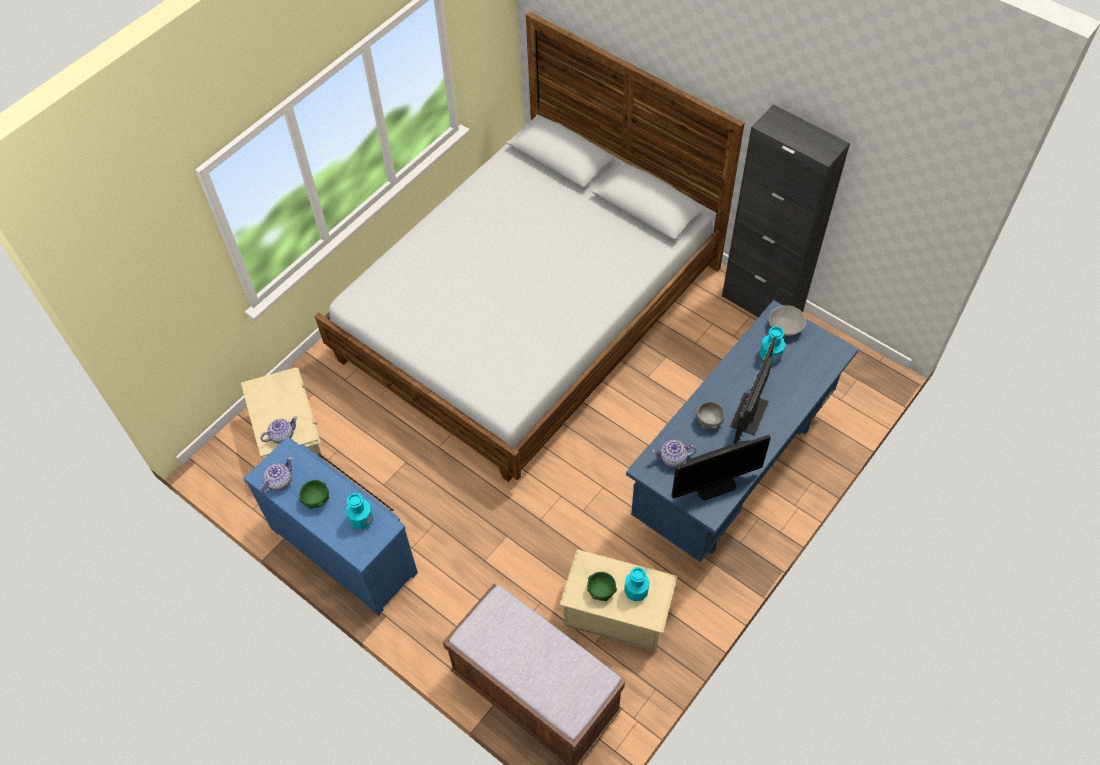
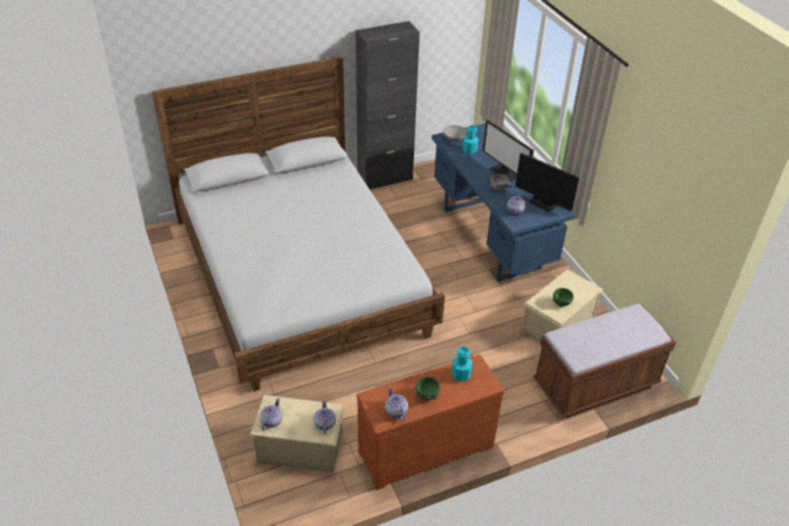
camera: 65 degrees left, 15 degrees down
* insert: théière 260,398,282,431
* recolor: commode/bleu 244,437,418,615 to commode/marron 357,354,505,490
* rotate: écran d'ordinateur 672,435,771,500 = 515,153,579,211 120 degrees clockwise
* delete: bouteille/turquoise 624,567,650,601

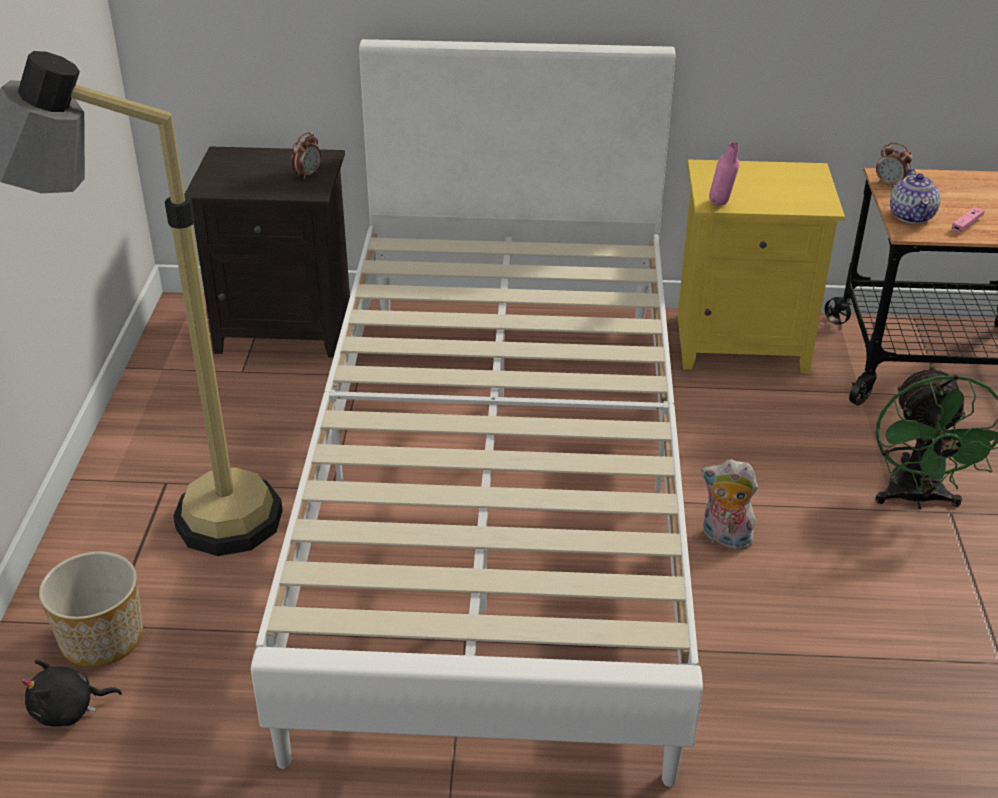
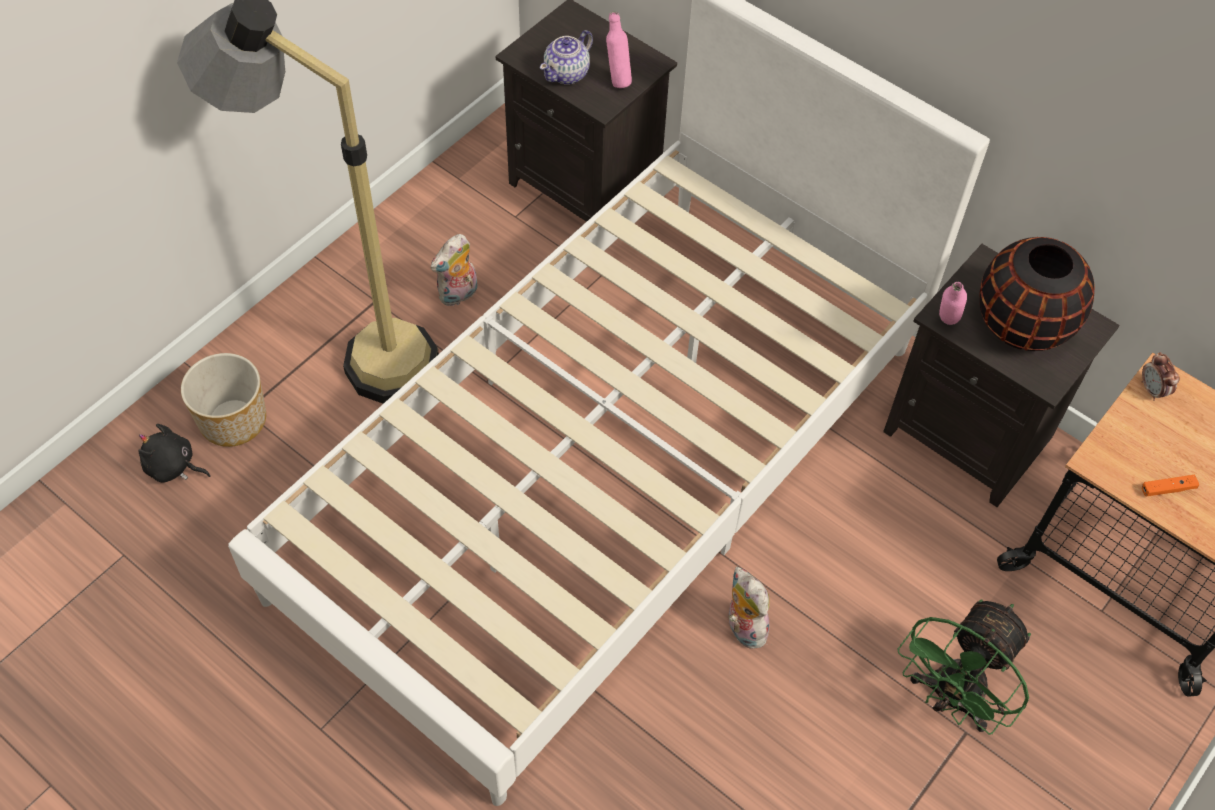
camera: 35 degrees right, 20 degrees up
* insert: peluche 431,234,478,306
* move: théière 890,169,940,224 to 540,30,593,84
* replace: réveil 291,132,321,179 to bouteille/rose 606,12,632,88
* recolor: table de chevet/jaune 677,159,845,374 to table de chevet/noir 883,244,1120,507
* insert: vase/noir 979,237,1095,351
* recolor: manette/rose 952,207,985,234 to manette/orange 1142,475,1199,496

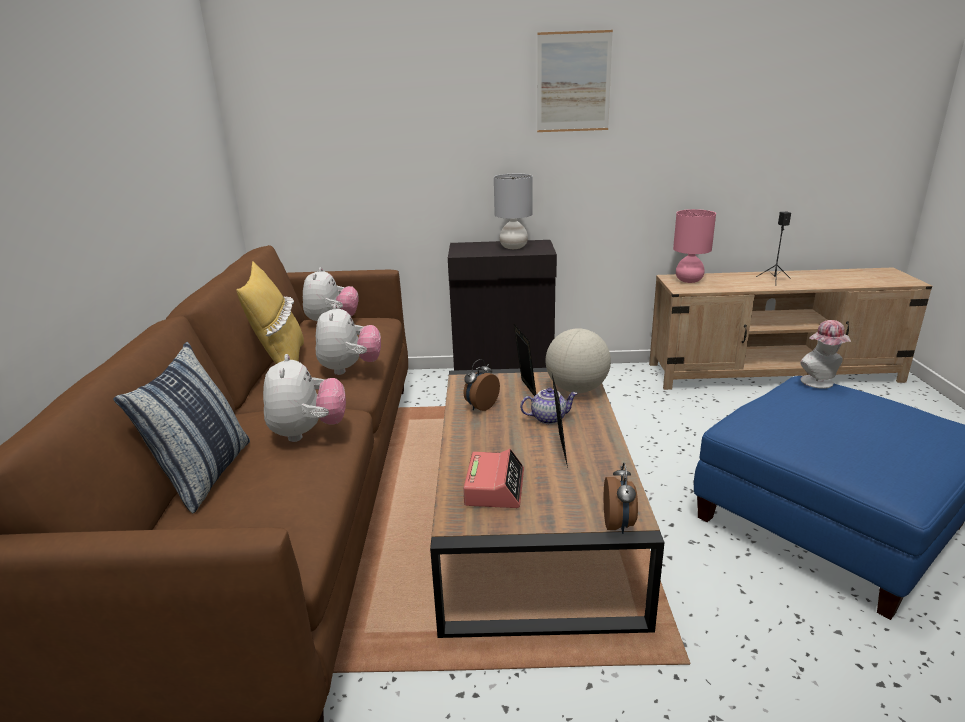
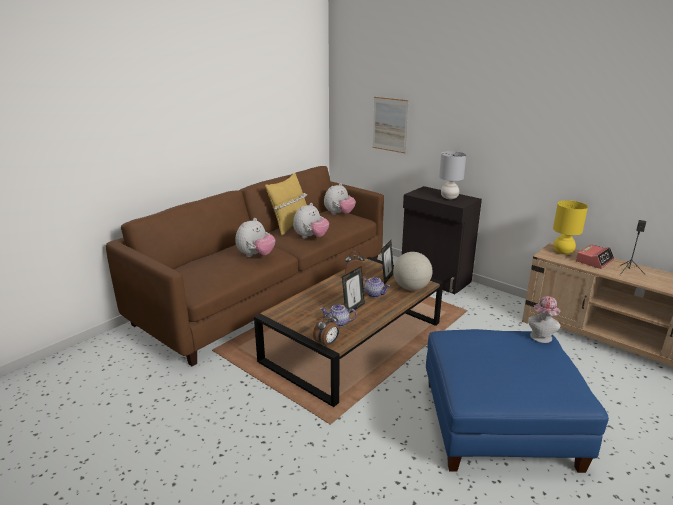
camera: 40 degrees right, 0 degrees up
* insert: théière 320,304,357,327
* move: tableau 537,30,613,132 to 372,97,409,153
* recolor: lampe de table/rose 673,209,716,283 to lampe de table/jaune 553,200,588,254
* move: réveil 463,449,524,508 to 576,244,614,269
* delete: coussin 113,342,250,513

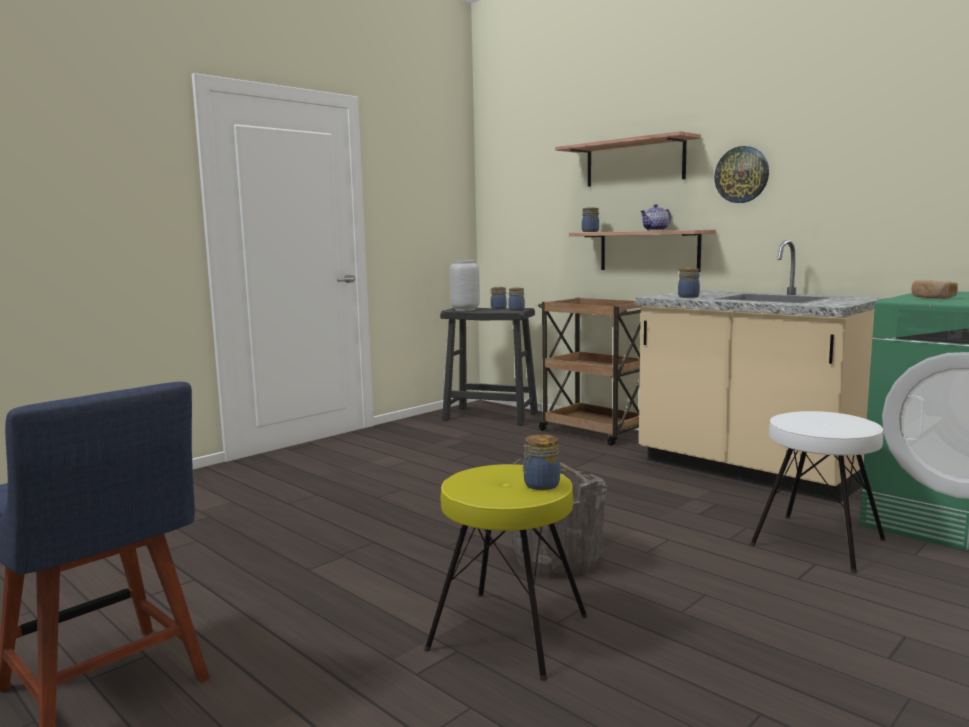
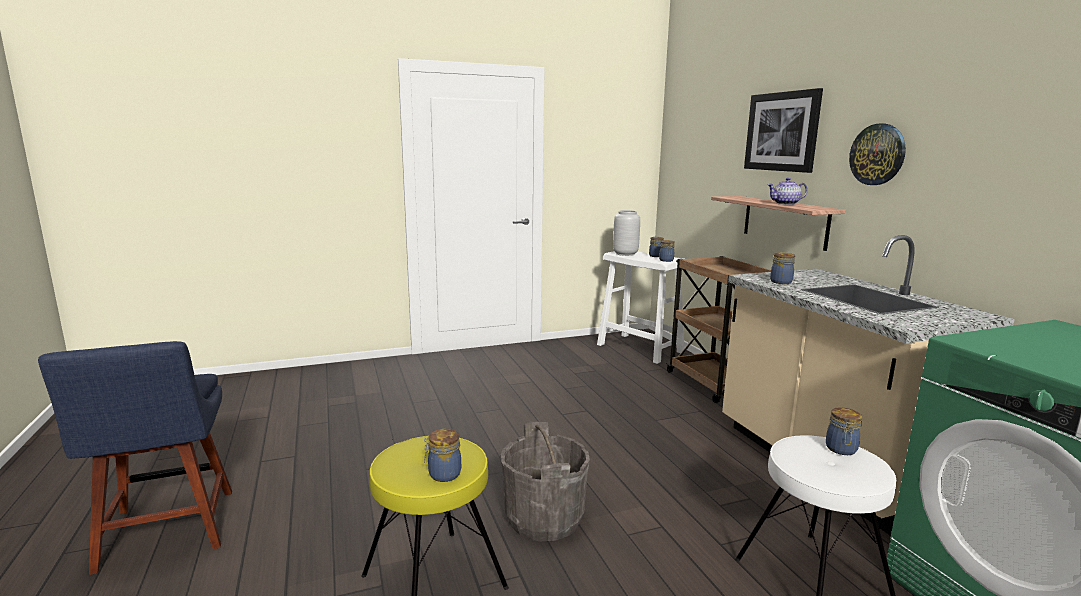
camera: 25 degrees right, 5 degrees up
* recolor: tabouret/noir 440,308,538,426 to tabouret/blanc 597,251,684,364
* replace: étagère 555,131,701,187 to tableau 744,88,823,173
* move: bocal 582,207,599,232 to 826,407,862,455
* delete: pain 912,280,958,299

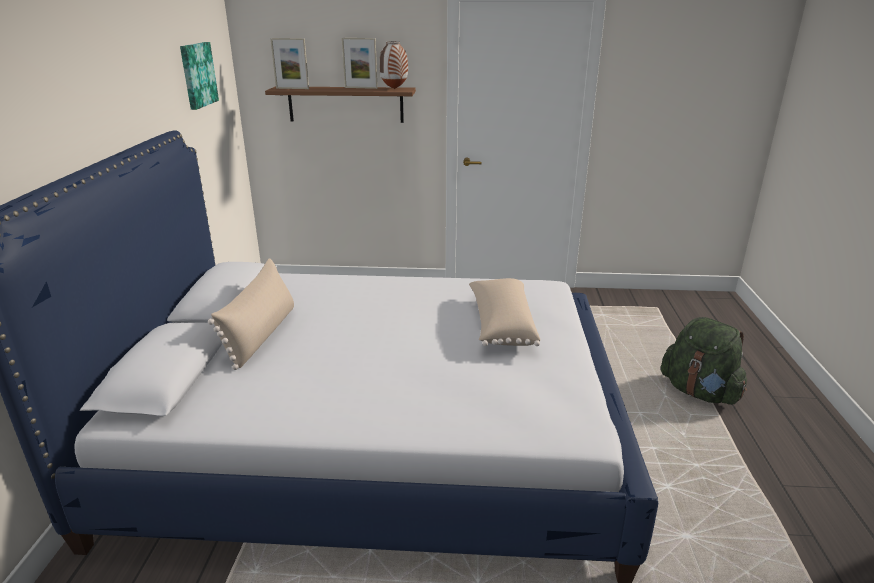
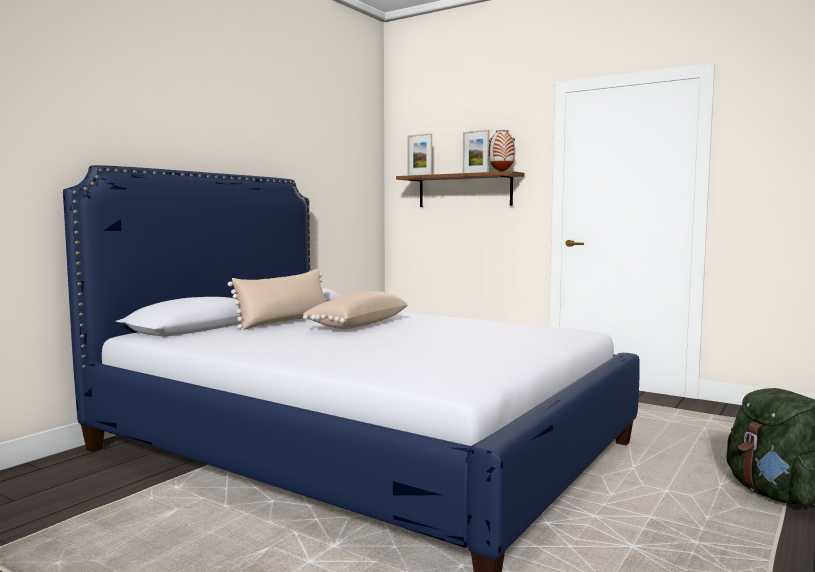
camera: 30 degrees right, 20 degrees down
* move: coussin/beige 469,278,540,346 to 303,291,408,329
* delete: tableau 180,42,219,110

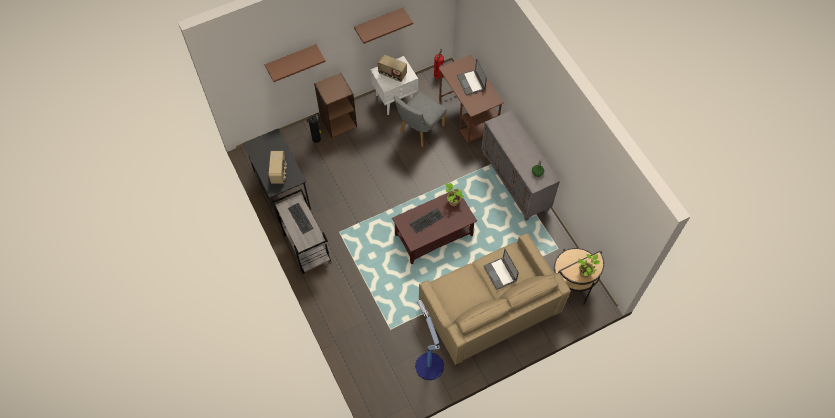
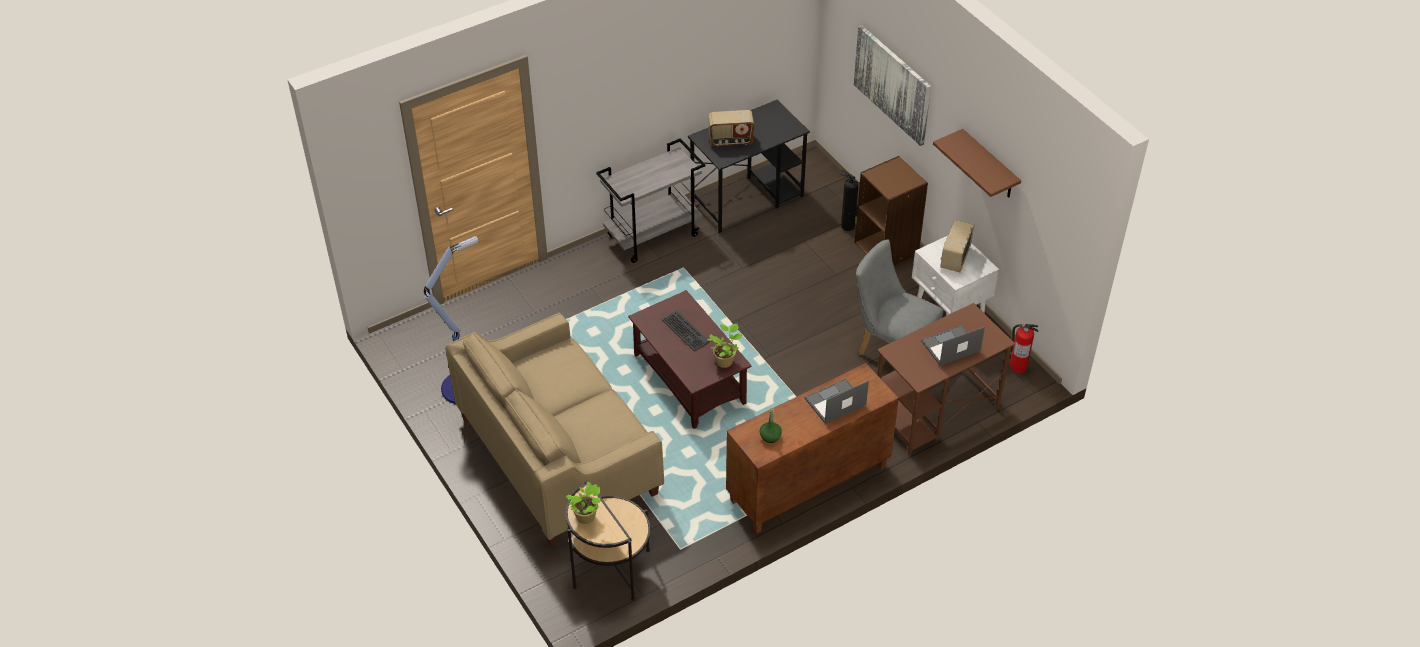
camera: 85 degrees right, 15 degrees down
* recolor: meuble de rangement/gris 481,110,560,221 to meuble de rangement/marron 726,363,899,534
* move: ordinateur portable 483,249,519,290 to 805,378,869,424
* replace: étagère/marron 265,44,326,82 to tableau 854,25,931,146
* delete: clavier 288,202,314,234

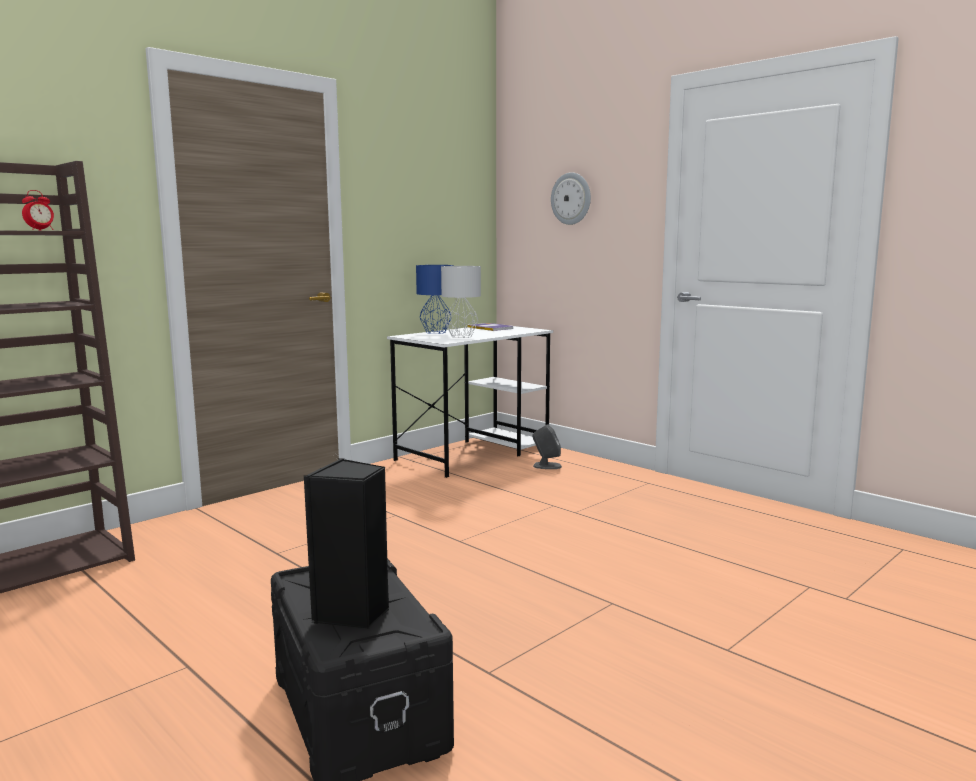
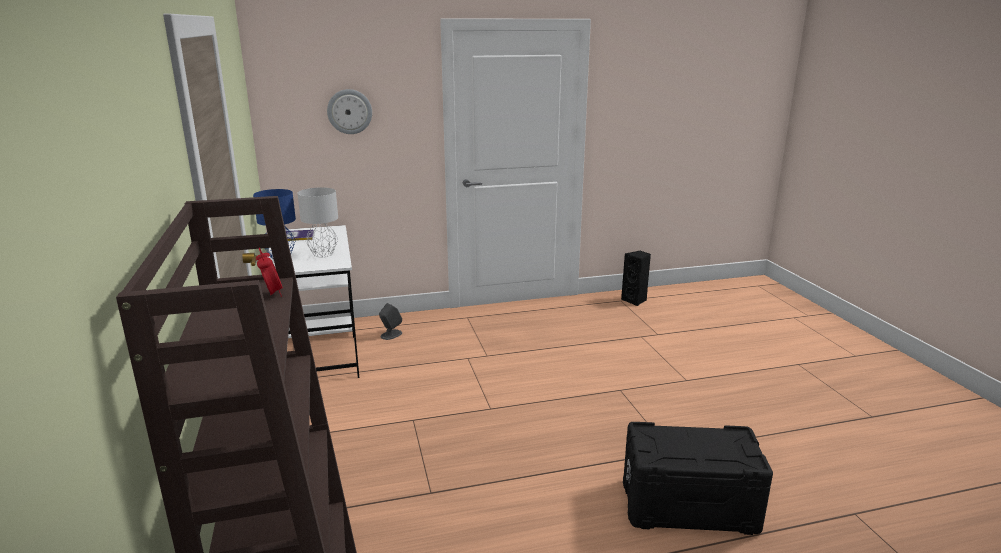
camera: 60 degrees left, 10 degrees up
* move: enceinte/noir 304,458,390,628 to 621,251,651,306

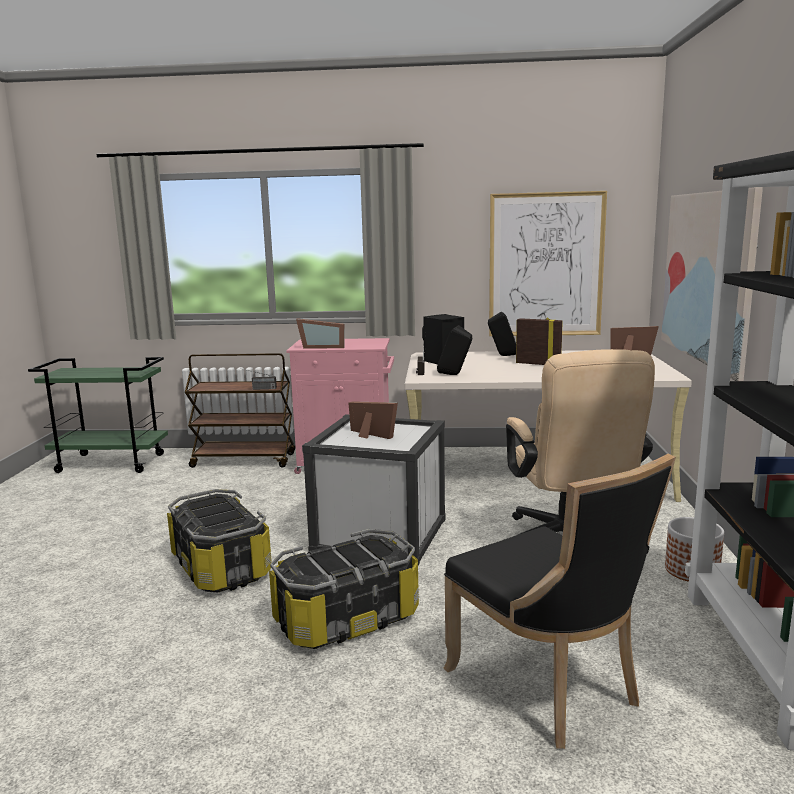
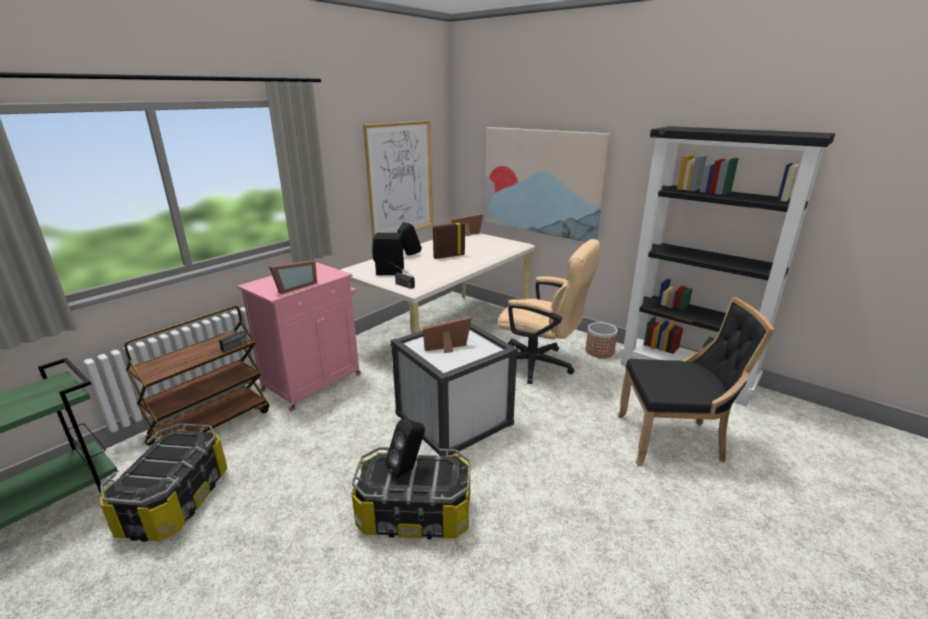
camera: 55 degrees left, 10 degrees up
* move: boîte de rangement 269,529,419,649 to 99,423,228,542
* move: enceinte/noir 437,325,472,375 to 386,418,425,479

